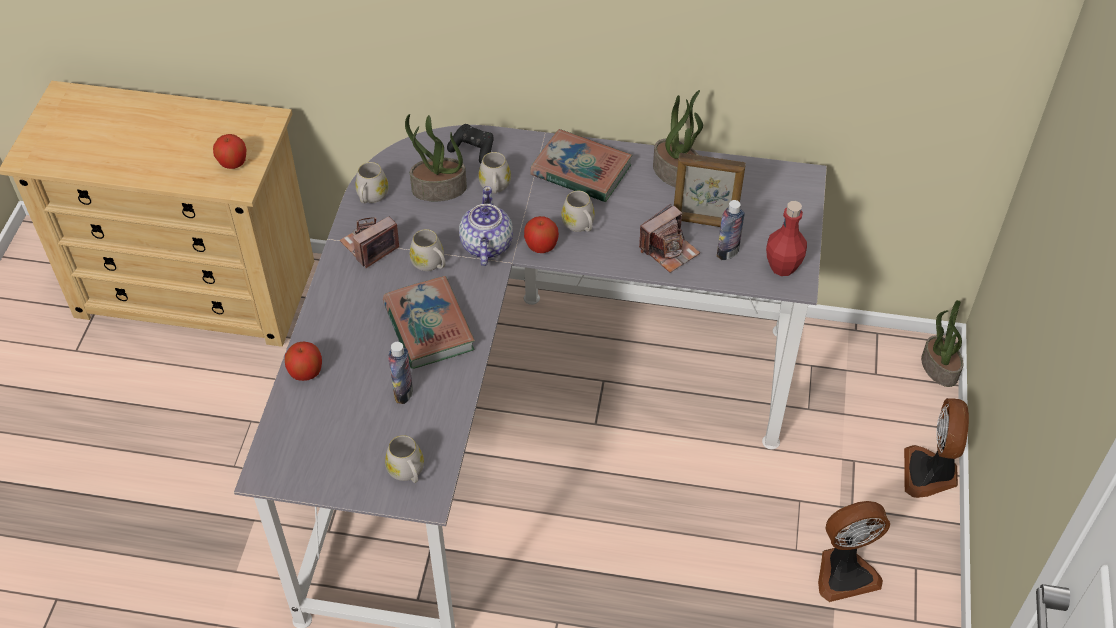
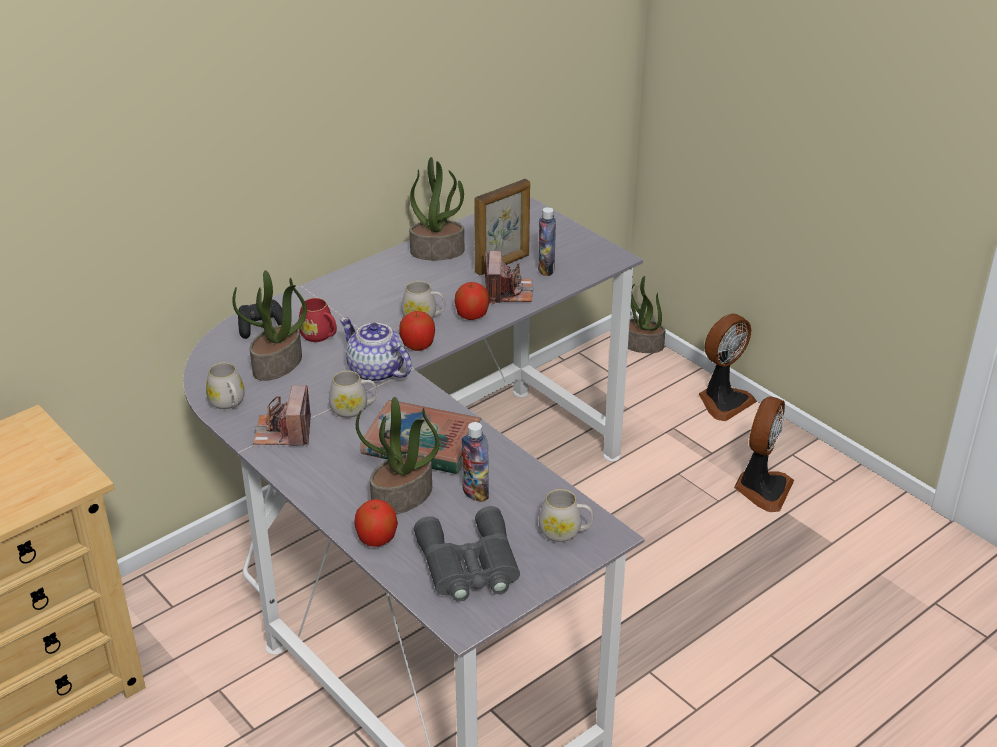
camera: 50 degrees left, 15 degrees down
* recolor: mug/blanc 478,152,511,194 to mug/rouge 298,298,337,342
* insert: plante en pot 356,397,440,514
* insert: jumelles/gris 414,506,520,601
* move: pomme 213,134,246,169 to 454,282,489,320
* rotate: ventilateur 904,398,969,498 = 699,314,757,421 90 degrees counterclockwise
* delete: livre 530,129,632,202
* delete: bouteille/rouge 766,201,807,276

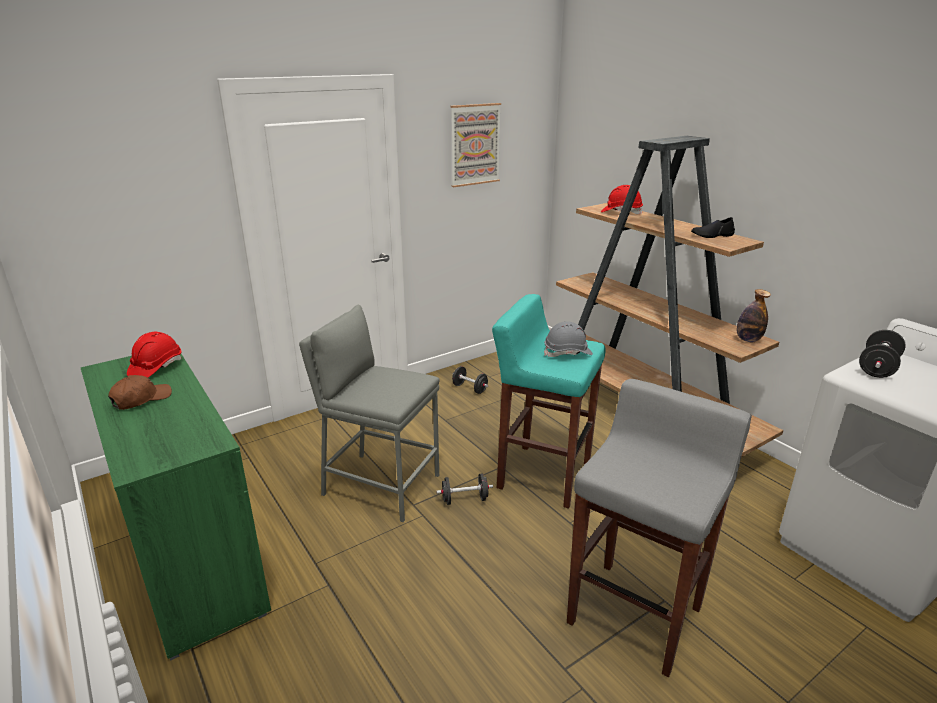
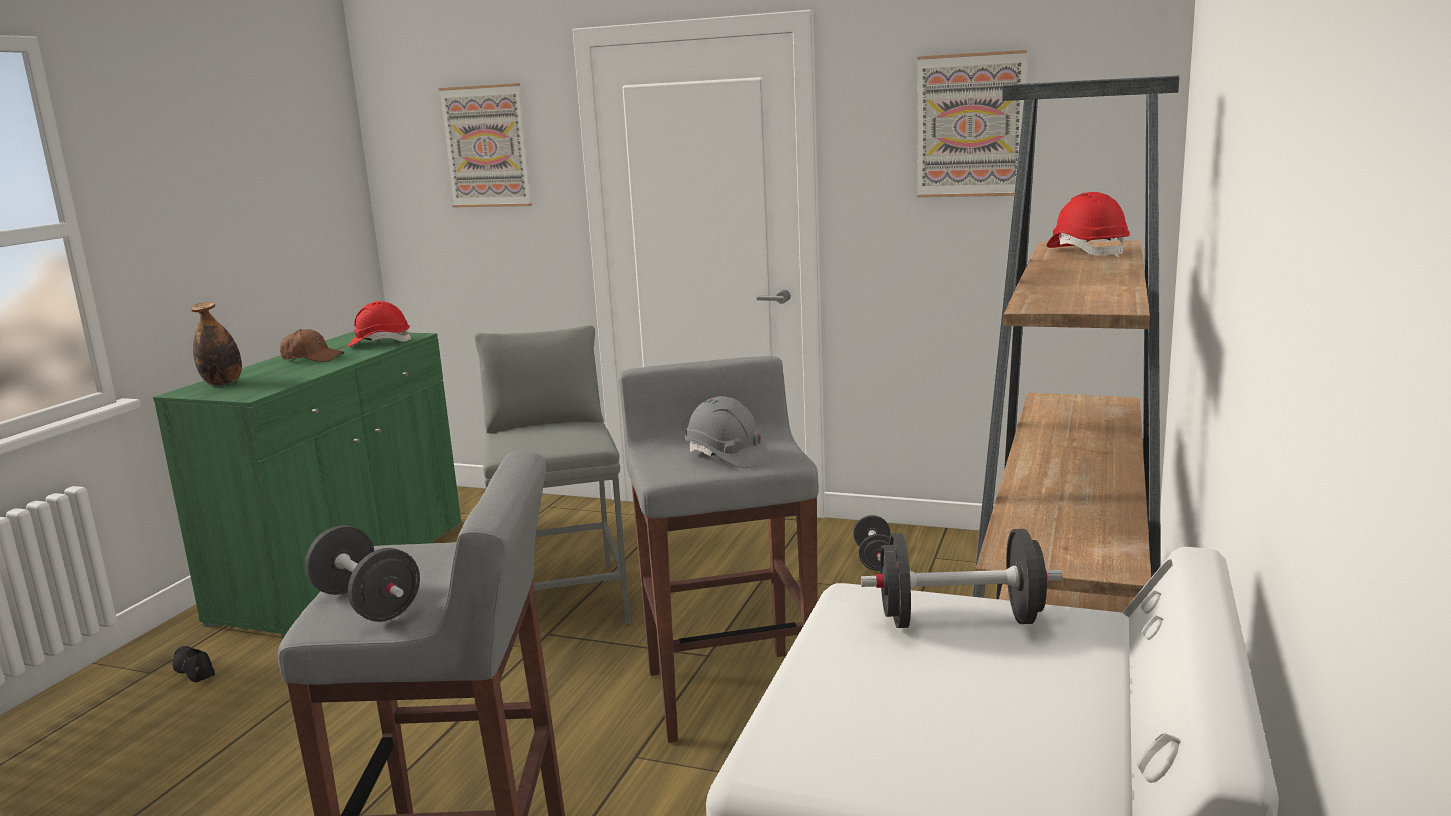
camera: 55 degrees right, 10 degrees down
* move: chaussure/noir 691,217,735,238 to 172,646,215,682
* move: bouteille 737,289,771,342 to 190,302,242,386
* move: haltère/noir 436,474,493,505 to 305,525,420,622
* insert: tableau 438,83,532,207
* recolor: tabouret/turquoise 492,294,606,509 to tabouret/gris 618,356,819,743

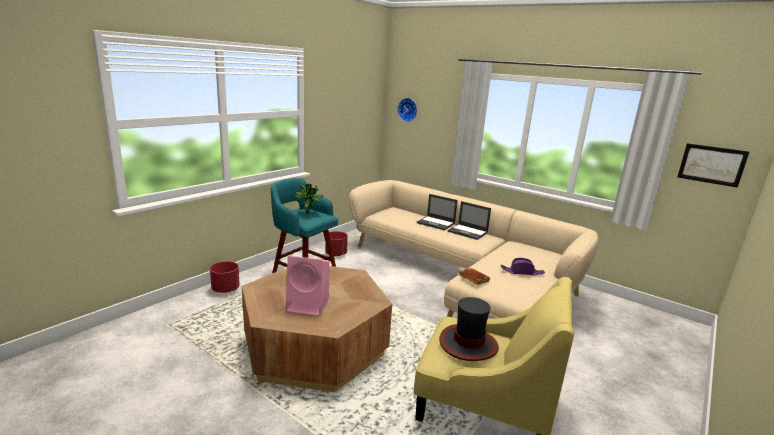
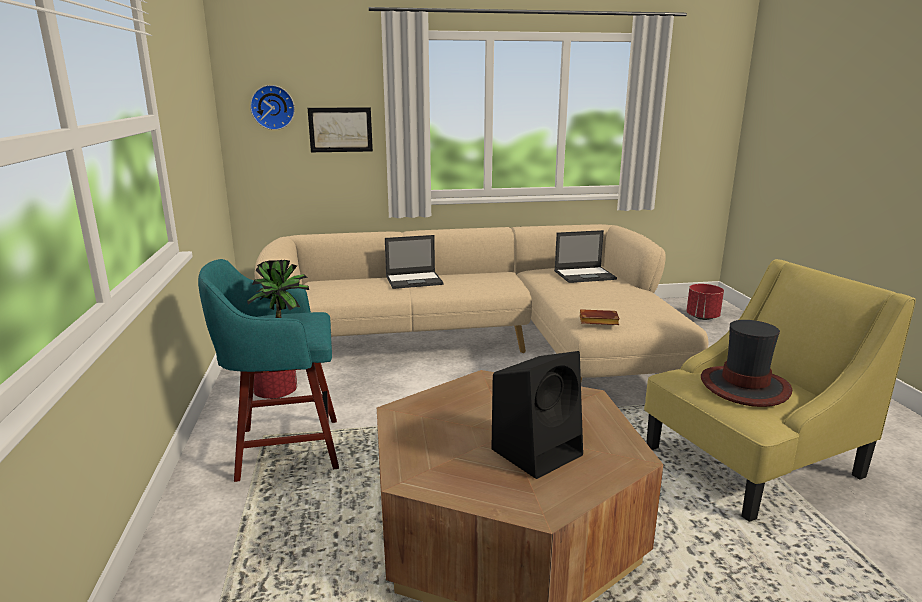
camera: 45 degrees left, 0 degrees up
* move: tableau 677,143,749,188 to 308,107,373,152
* recolor: enceinte/rose 286,256,330,316 to enceinte/noir 491,351,583,479
* move: ordinateur portable 448,201,491,240 to 554,230,617,283
* move: cache-pot/rouge 210,261,240,293 to 686,284,724,320
* delete: chapeau/violet 501,258,545,275

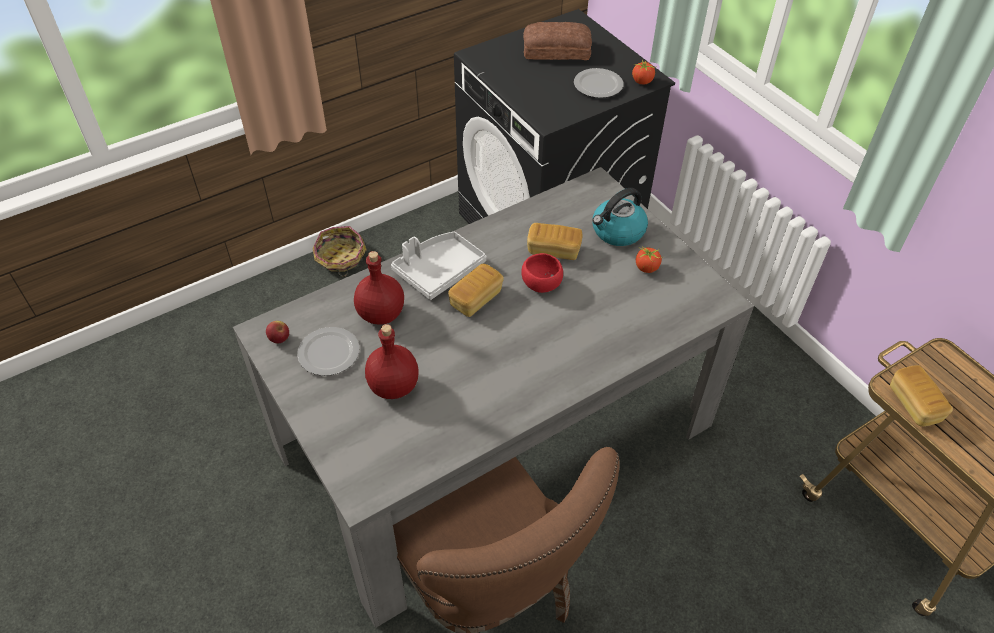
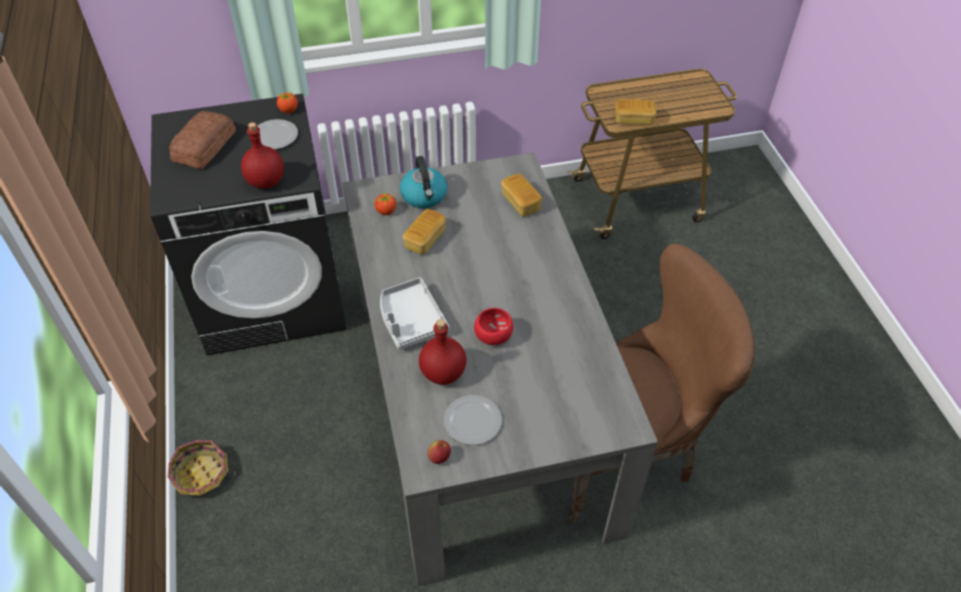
camera: 70 degrees left, 0 degrees up
* move: bouteille/rouge 365,324,419,399 to 241,122,284,189
* move: tomate 636,246,662,273 to 375,192,397,215
* move: bol/rouge 521,253,563,293 to 474,308,513,345
* move: pain 448,264,504,317 to 501,174,542,217

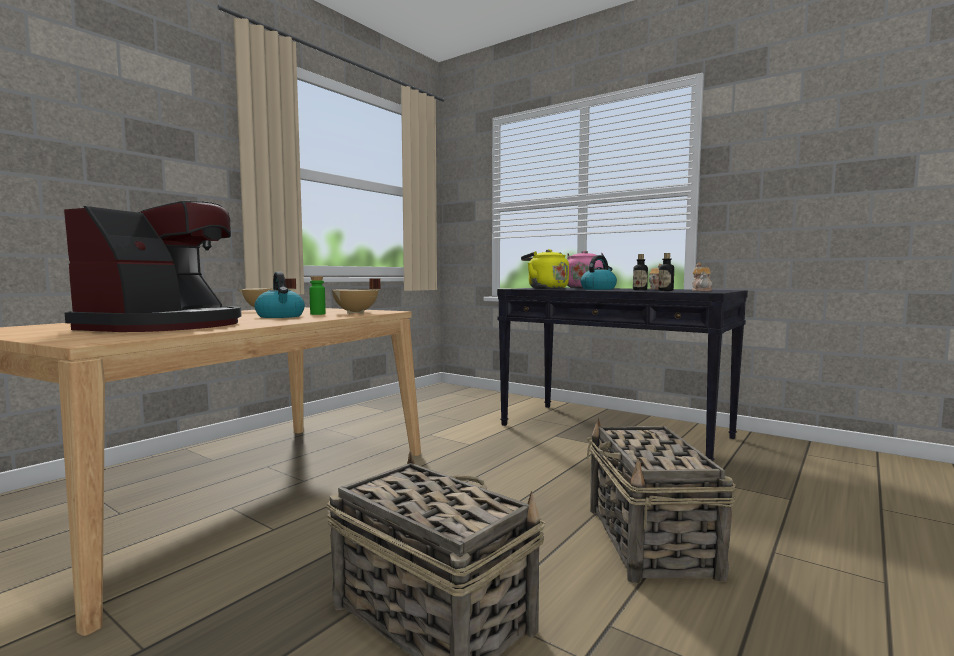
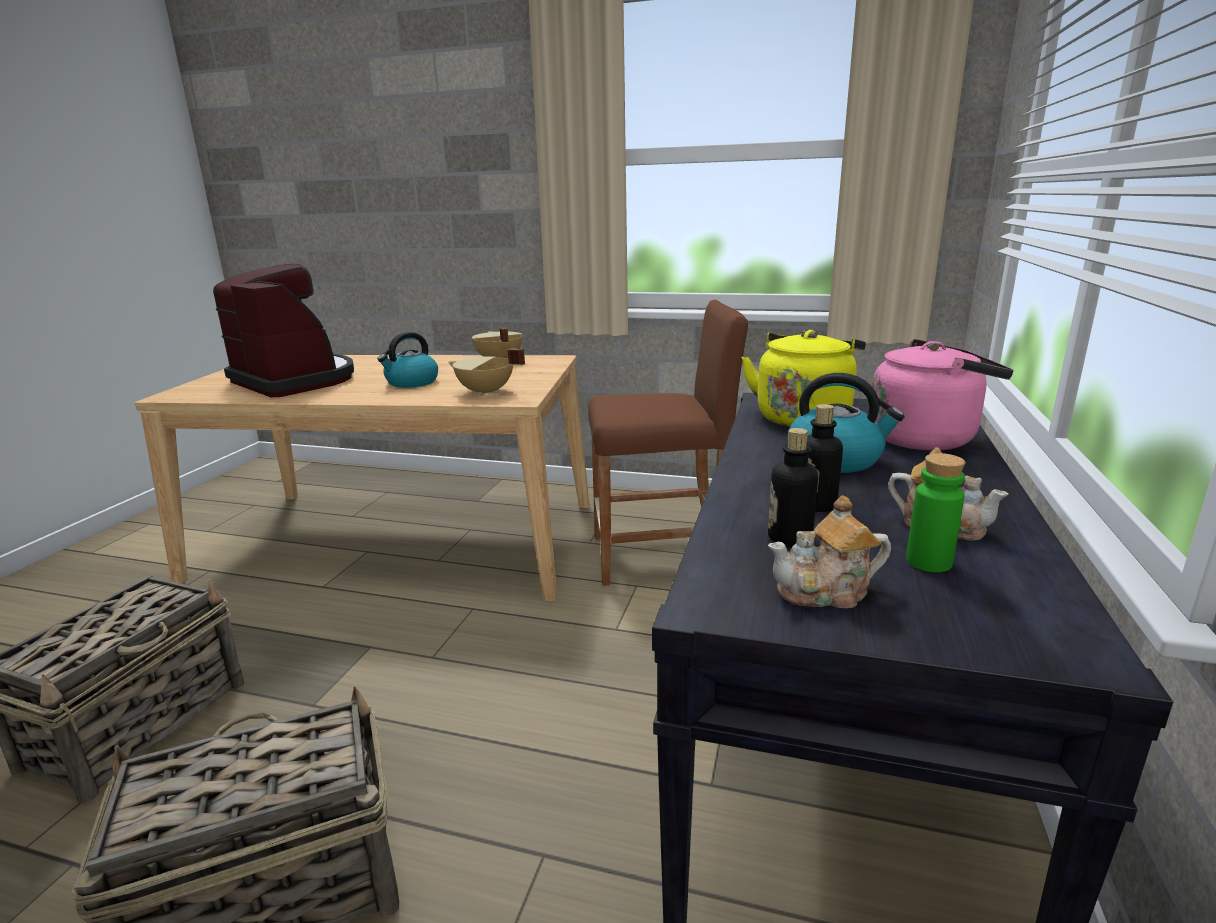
camera: 70 degrees right, 15 degrees up
* rotate: machine à café 64,201,241,332 = 213,264,354,397 135 degrees counterclockwise
* insert: tabouret/marron 588,300,748,586
* move: bouteille/vert 309,276,326,315 to 906,453,965,572

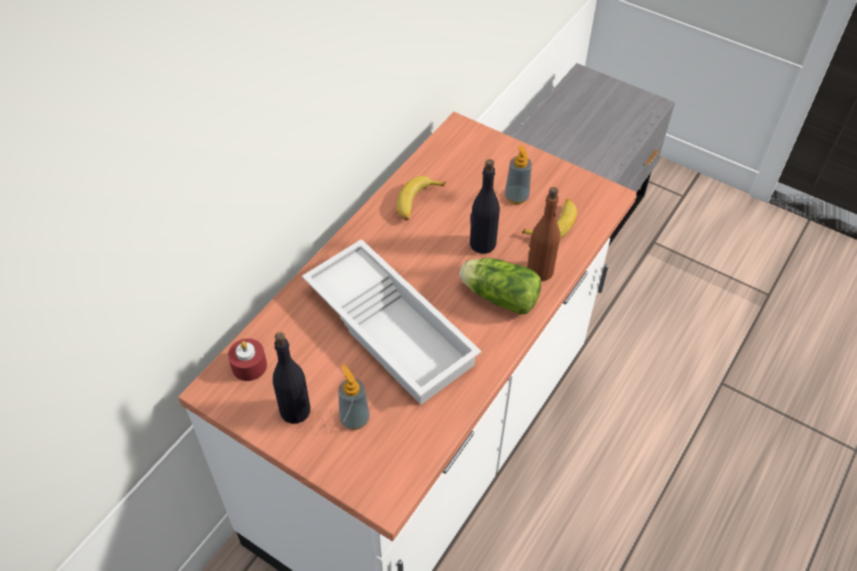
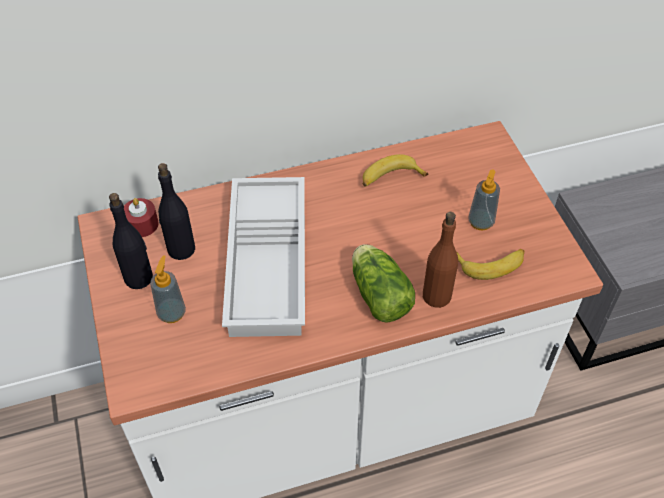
camera: 40 degrees right, 0 degrees up
* move: bouteille/noir 470,159,500,254 to 158,163,195,260

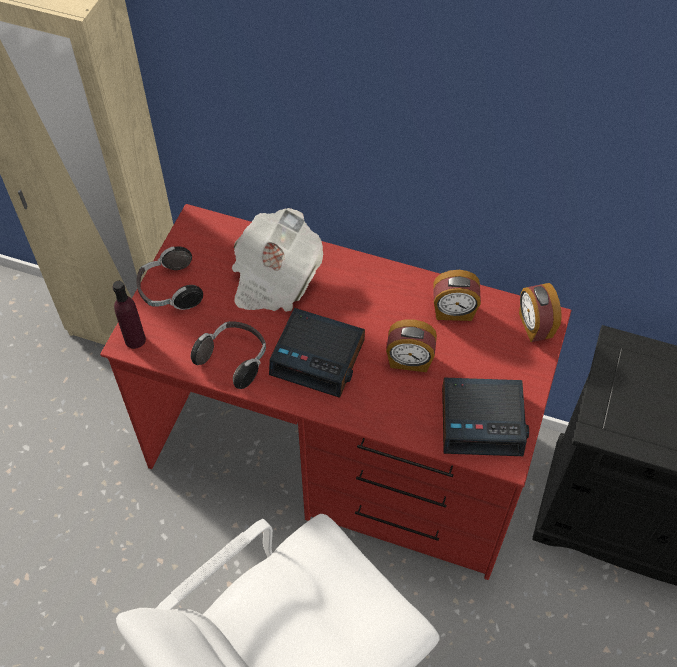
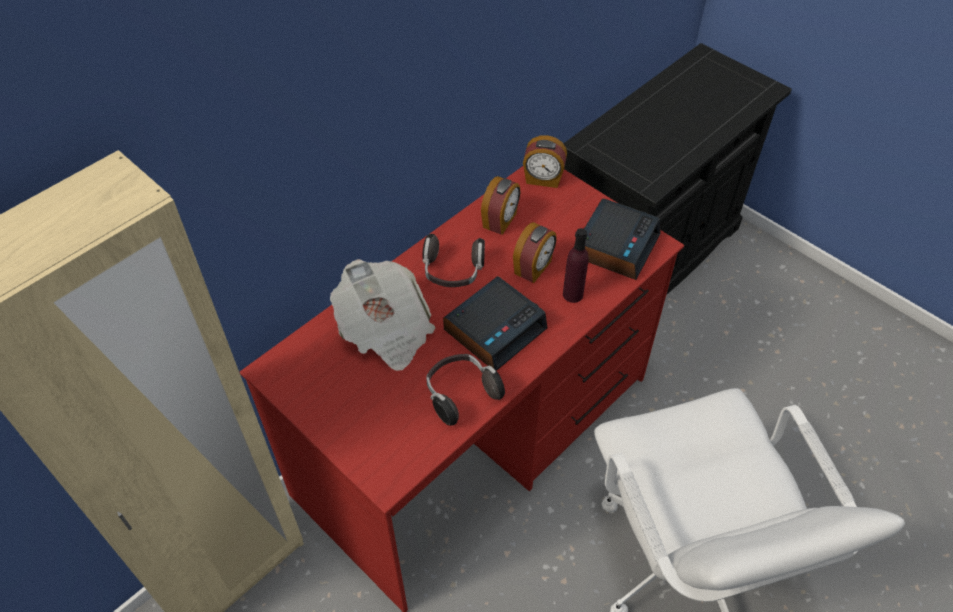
camera: 65 degrees left, 5 degrees down
* move: casque audio 136,246,203,310 to 422,234,485,287
* move: bouteille/violet 113,281,146,349 to 563,228,589,303

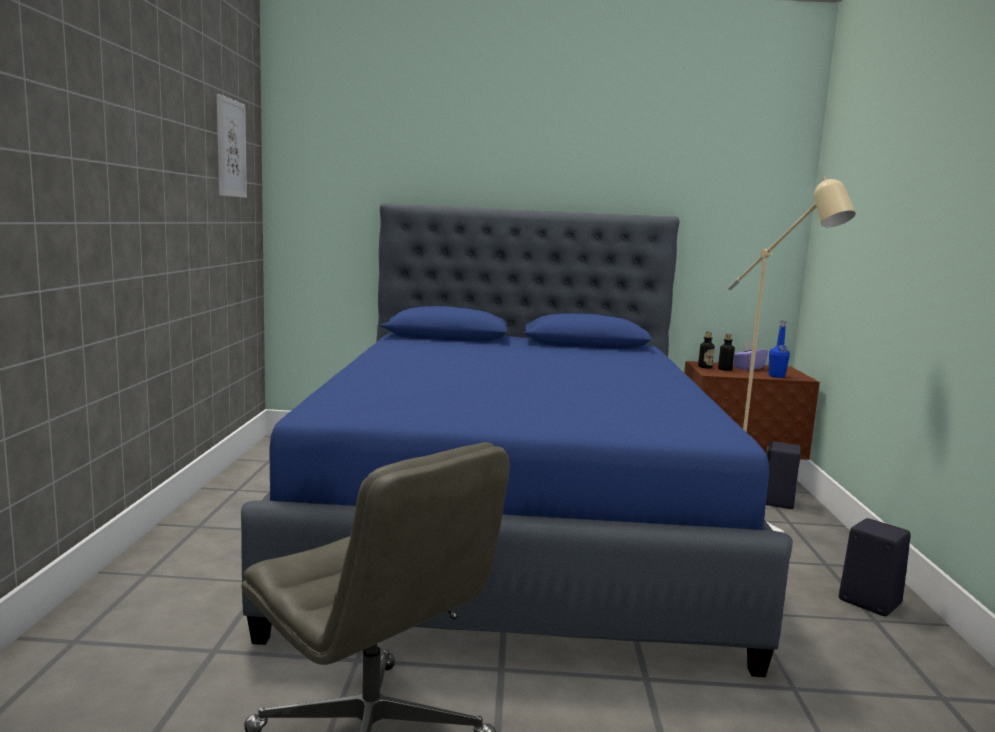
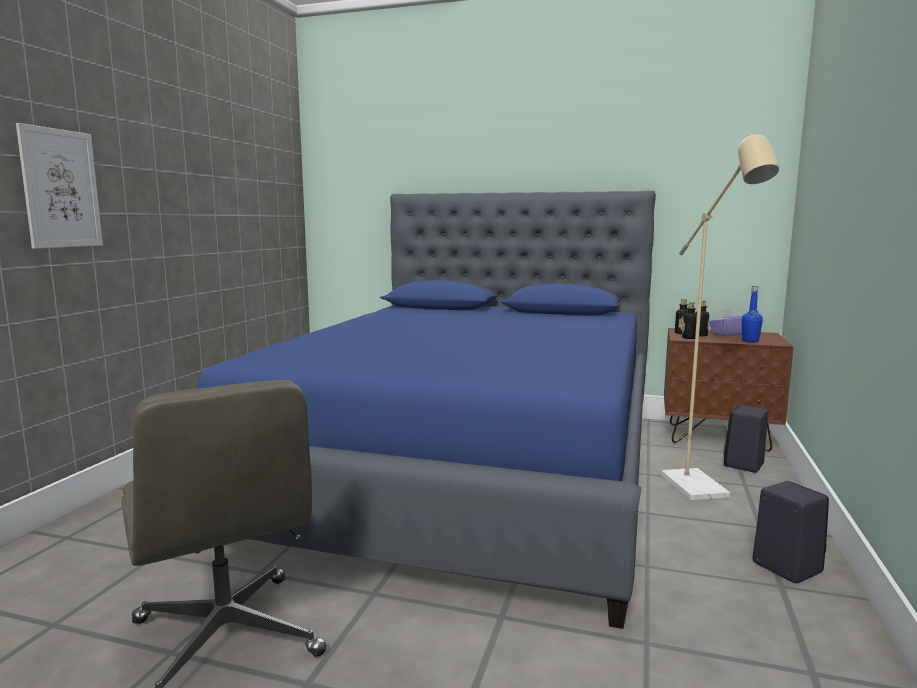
camera: 15 degrees right, 0 degrees up
* move: tableau 217,94,247,198 to 16,123,103,249
* insert: bouteille 682,302,697,339

